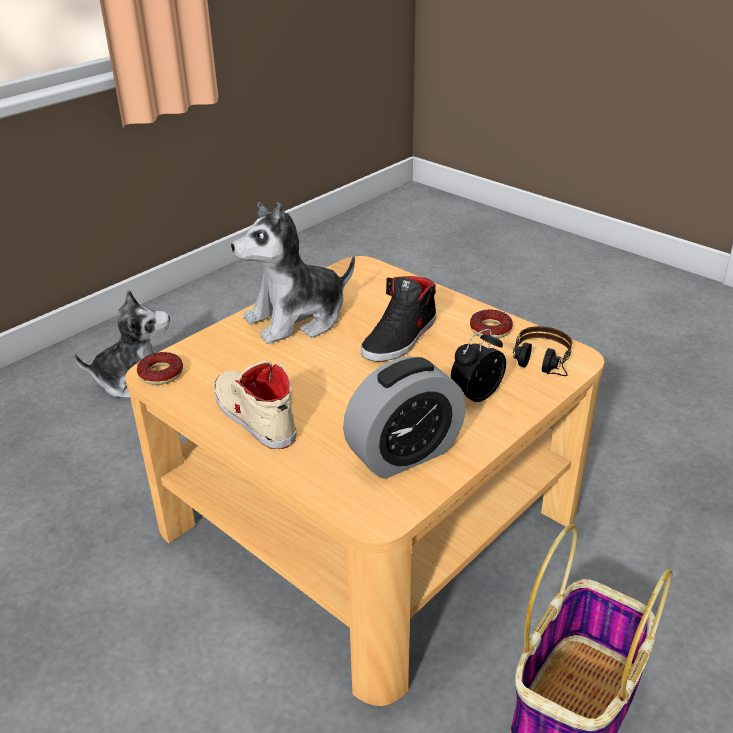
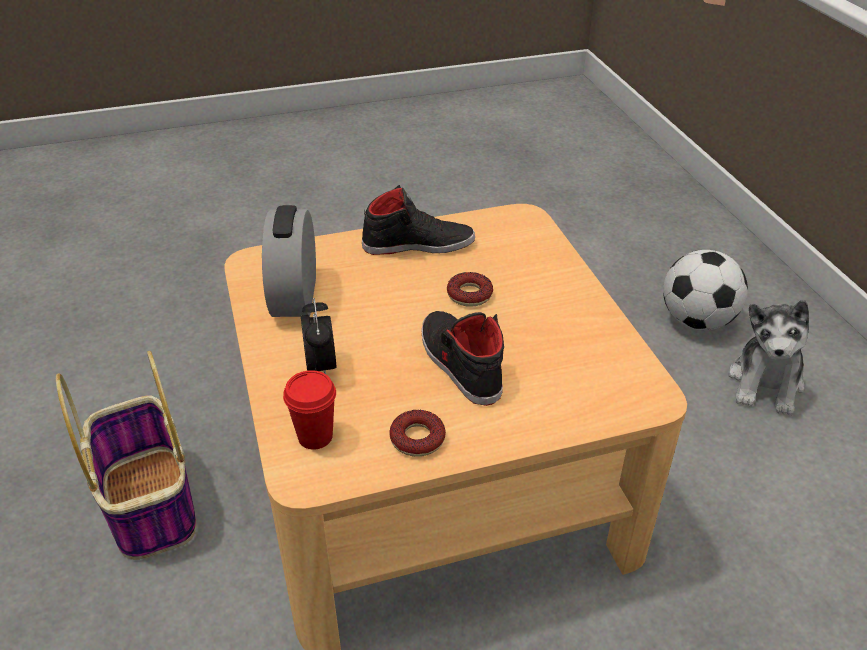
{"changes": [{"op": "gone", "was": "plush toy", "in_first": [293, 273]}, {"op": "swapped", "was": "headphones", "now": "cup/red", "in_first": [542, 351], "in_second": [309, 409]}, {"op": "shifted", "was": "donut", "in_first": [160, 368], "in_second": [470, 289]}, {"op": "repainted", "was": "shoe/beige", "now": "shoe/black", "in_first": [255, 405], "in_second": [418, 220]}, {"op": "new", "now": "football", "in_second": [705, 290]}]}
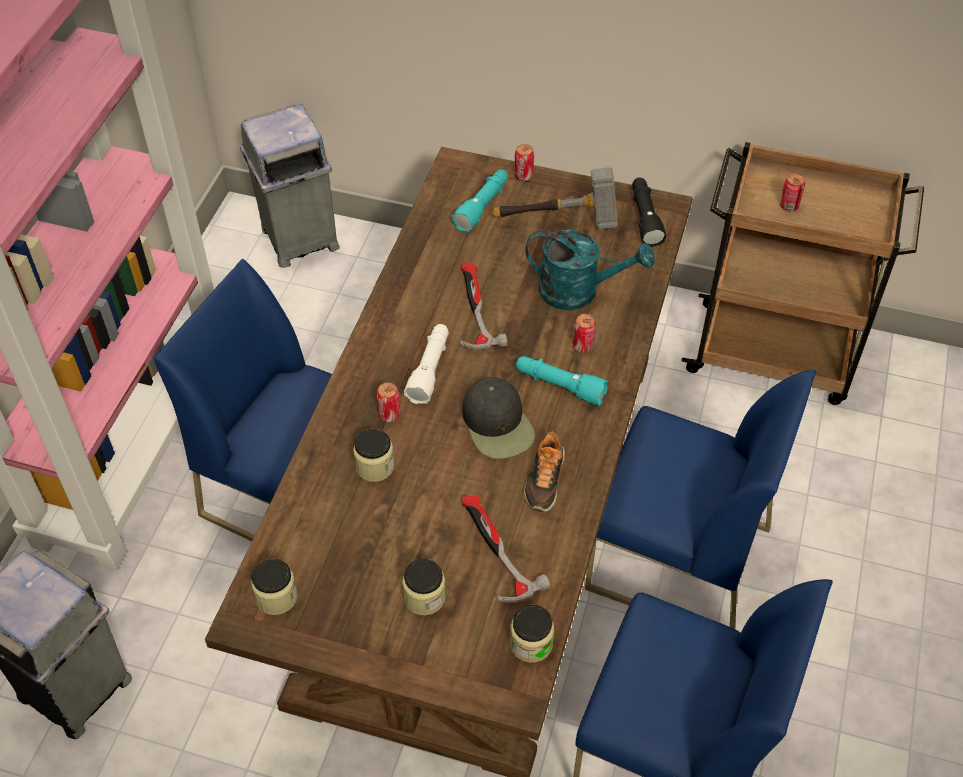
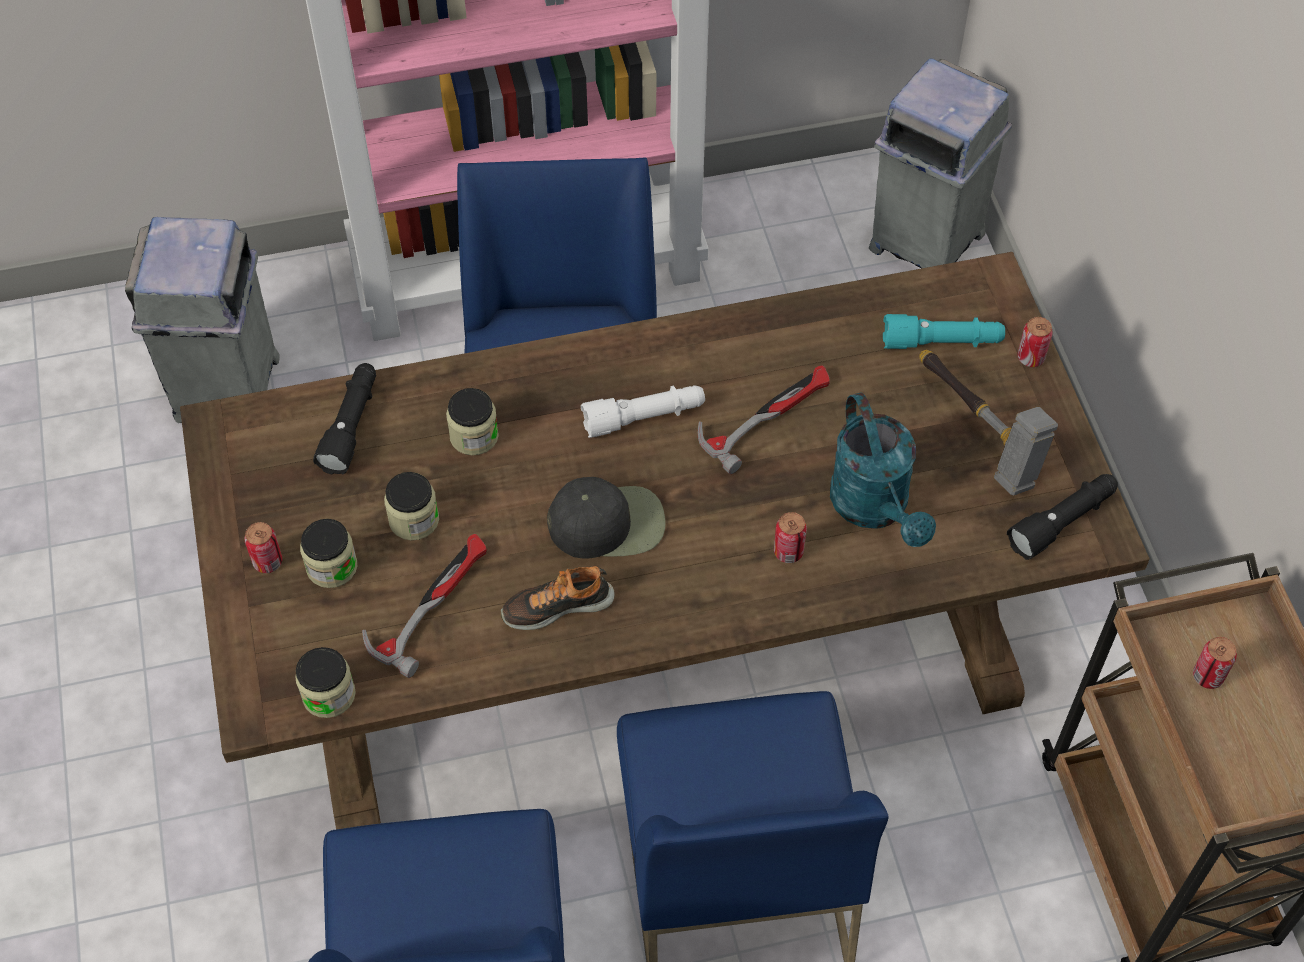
{"changes": [{"op": "gone", "was": "flashlight/turquoise", "in_first": [562, 381]}, {"op": "rotated", "was": "cap/black", "in_first": [498, 418], "in_second": [606, 518], "clockwise": -135}, {"op": "shifted", "was": "can", "in_first": [388, 402], "in_second": [263, 547]}, {"op": "shifted", "was": "jar", "in_first": [274, 587], "in_second": [411, 506]}, {"op": "new", "now": "flashlight/black", "in_second": [344, 419]}]}
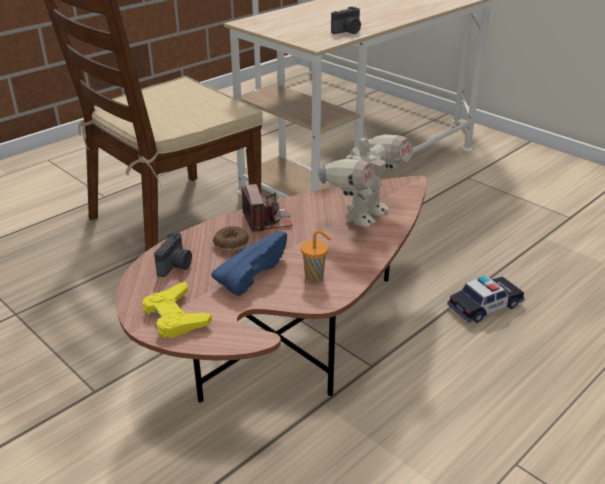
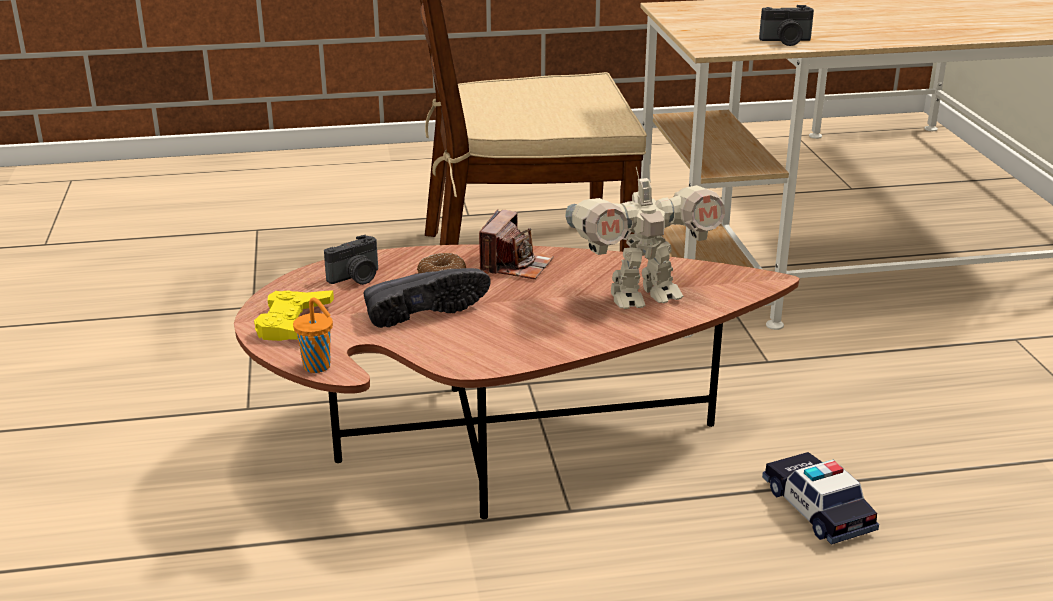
{"changes": [{"op": "shifted", "was": "cup/orange", "in_first": [316, 256], "in_second": [313, 335]}, {"op": "repainted", "was": "shoe/blue", "now": "shoe/black", "in_first": [249, 263], "in_second": [427, 298]}, {"op": "rotated", "was": "toy car", "in_first": [486, 299], "in_second": [820, 498], "clockwise": -120}]}
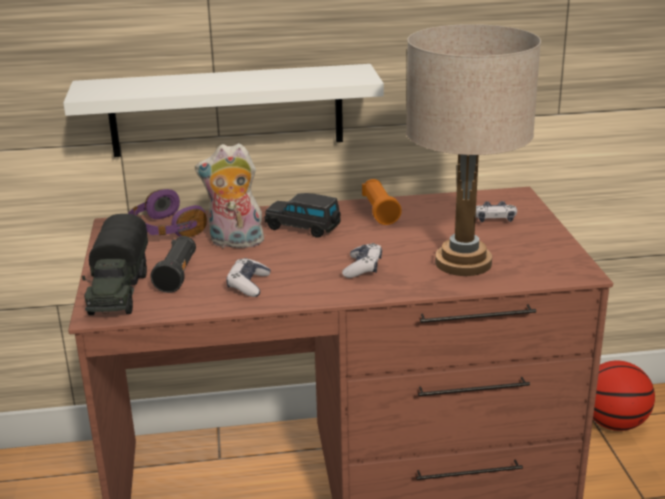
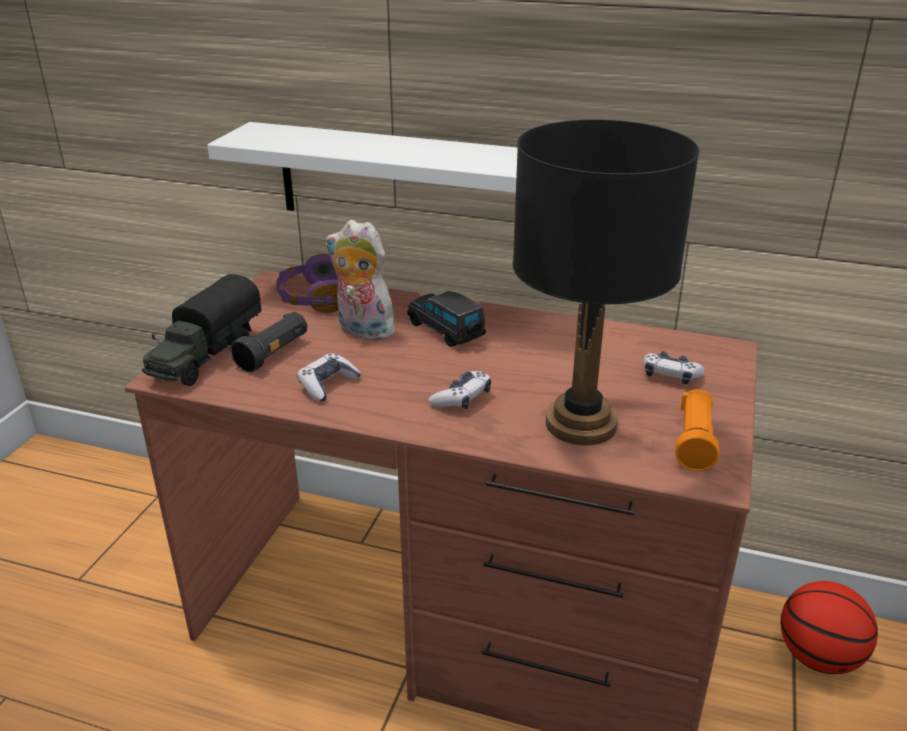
{"changes": [{"op": "repainted", "was": "table lamp/beige", "now": "table lamp/black", "in_first": [473, 150], "in_second": [606, 282]}, {"op": "shifted", "was": "flashlight/orange", "in_first": [382, 202], "in_second": [697, 430]}]}
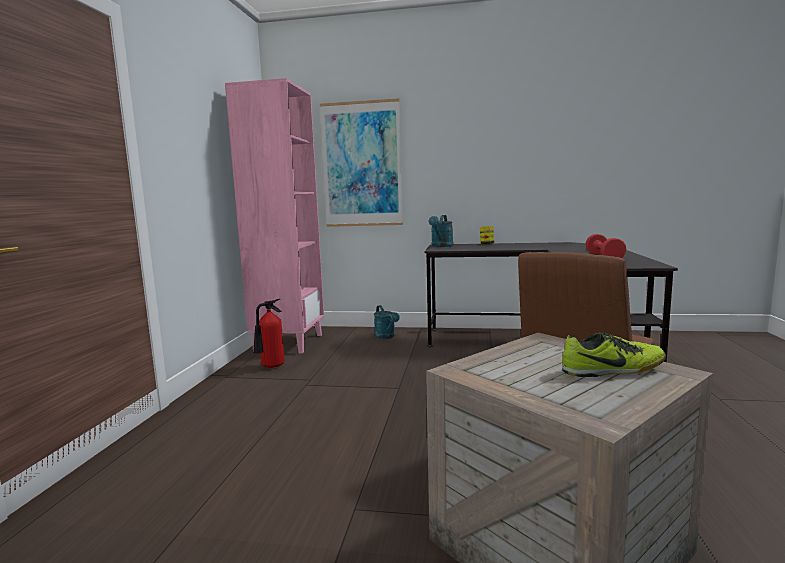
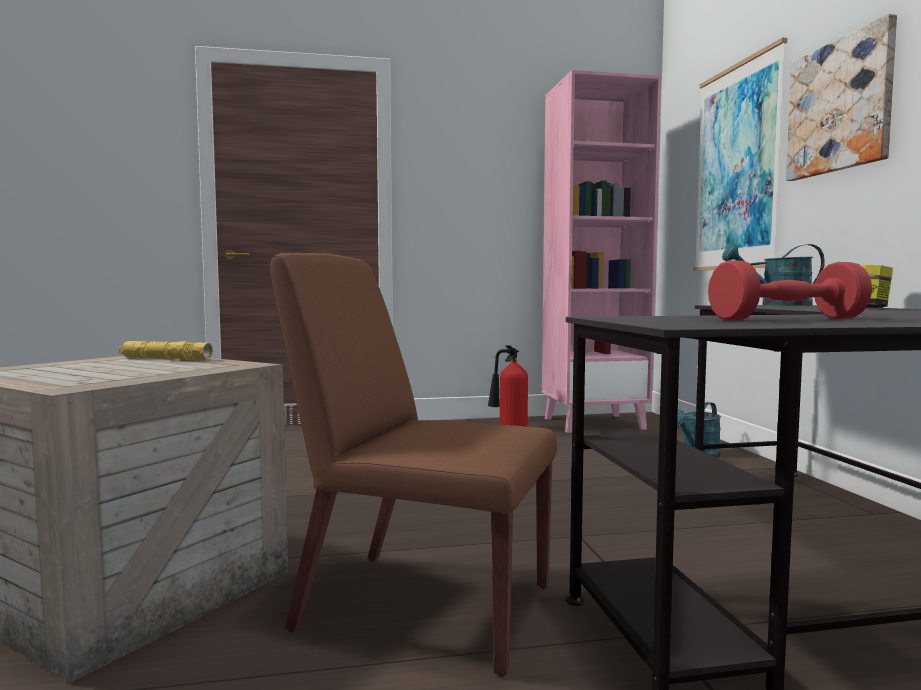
{"changes": [{"op": "gone", "was": "shoe", "in_first": [614, 354]}, {"op": "new", "now": "picture", "in_second": [841, 97]}, {"op": "new", "now": "flashlight/yellow", "in_second": [166, 350]}]}
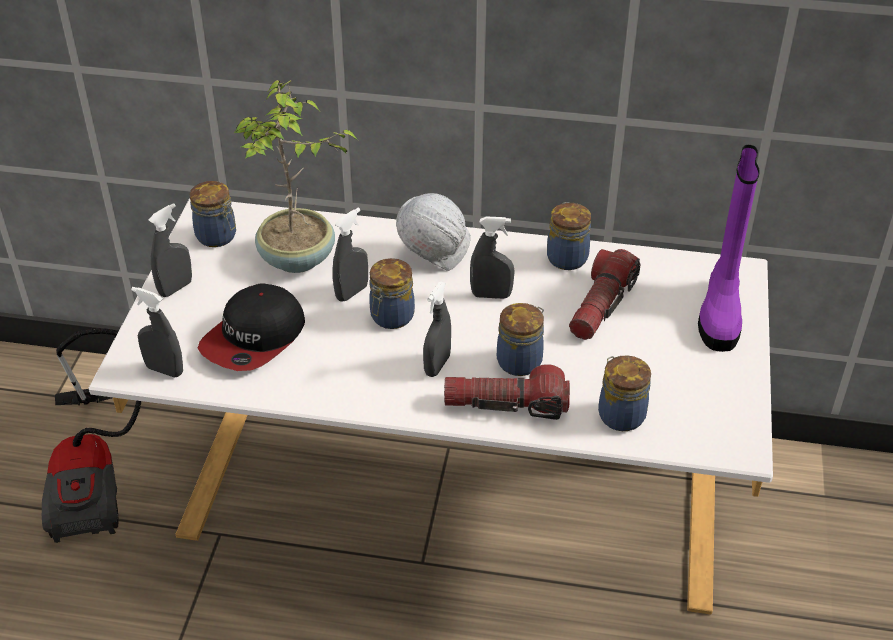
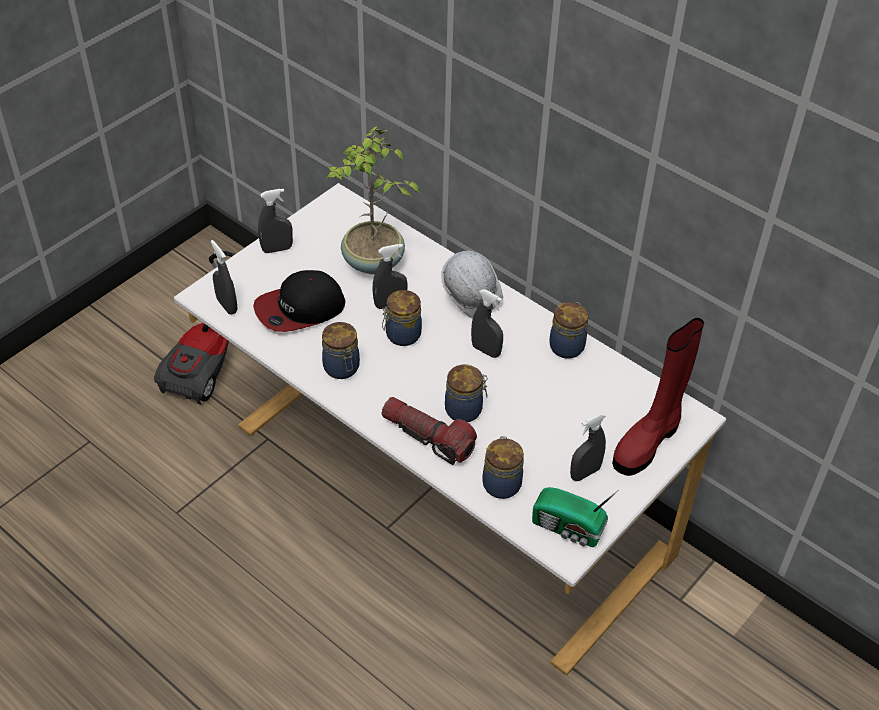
{"changes": [{"op": "repainted", "was": "boot/purple", "now": "boot/red", "in_first": [729, 248], "in_second": [658, 397]}, {"op": "shifted", "was": "jar", "in_first": [213, 214], "in_second": [341, 350]}, {"op": "gone", "was": "flashlight", "in_first": [605, 294]}, {"op": "shifted", "was": "spray bottle/grey", "in_first": [437, 329], "in_second": [588, 447]}, {"op": "new", "now": "radio", "in_second": [575, 517]}]}
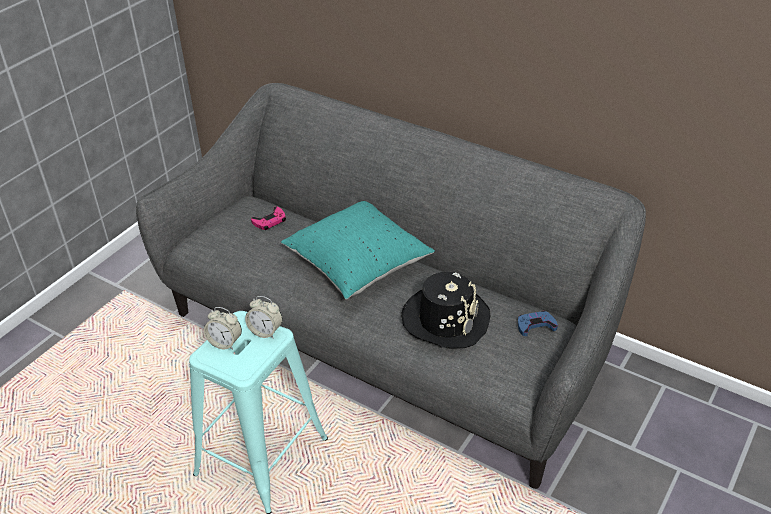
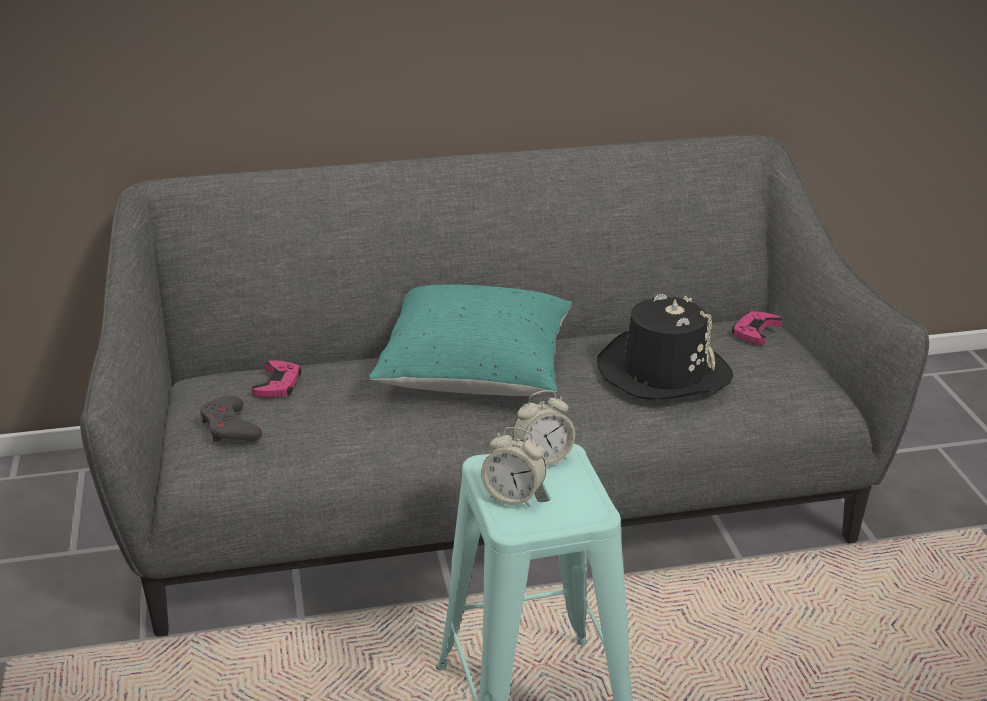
{"changes": [{"op": "rotated", "was": "alarm clock", "in_first": [223, 328], "in_second": [513, 467], "clockwise": 45}, {"op": "repainted", "was": "game controller/blue", "now": "game controller/pink", "in_first": [538, 323], "in_second": [757, 328]}, {"op": "new", "now": "game controller/grey", "in_second": [231, 419]}]}
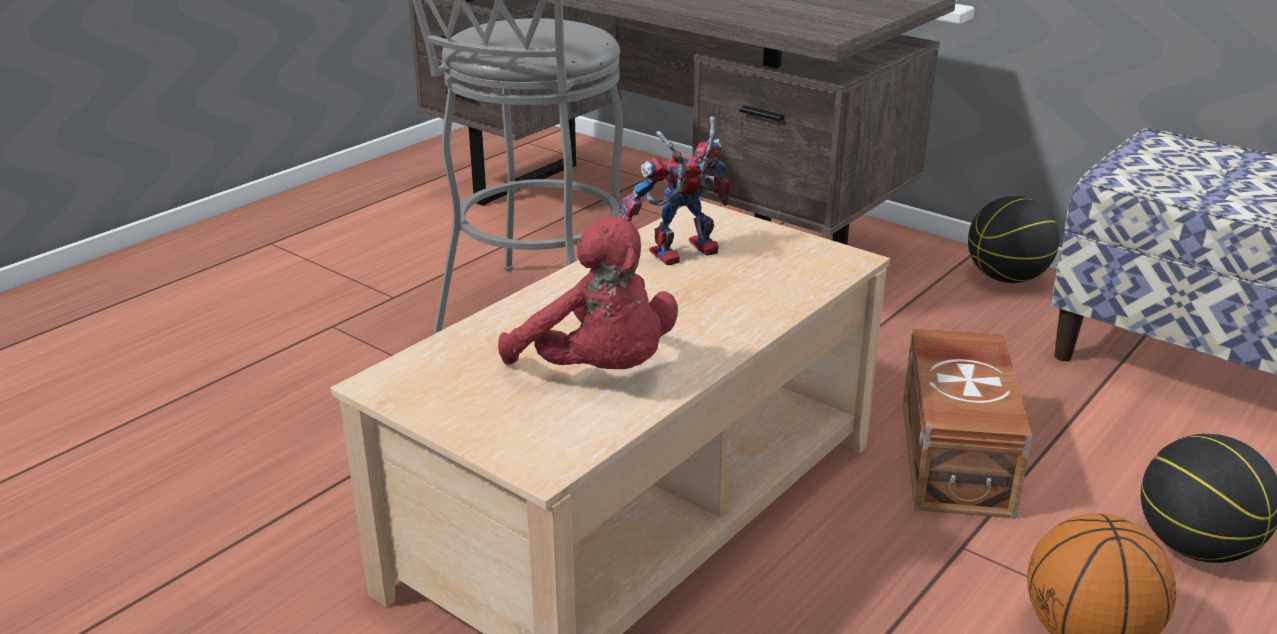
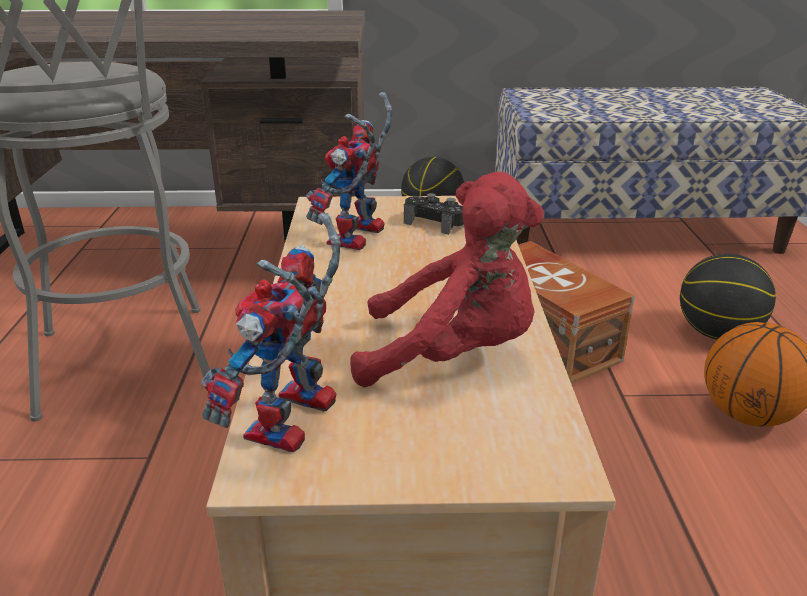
{"changes": [{"op": "new", "now": "game controller/black", "in_second": [434, 214]}, {"op": "new", "now": "toy robot", "in_second": [271, 332]}]}
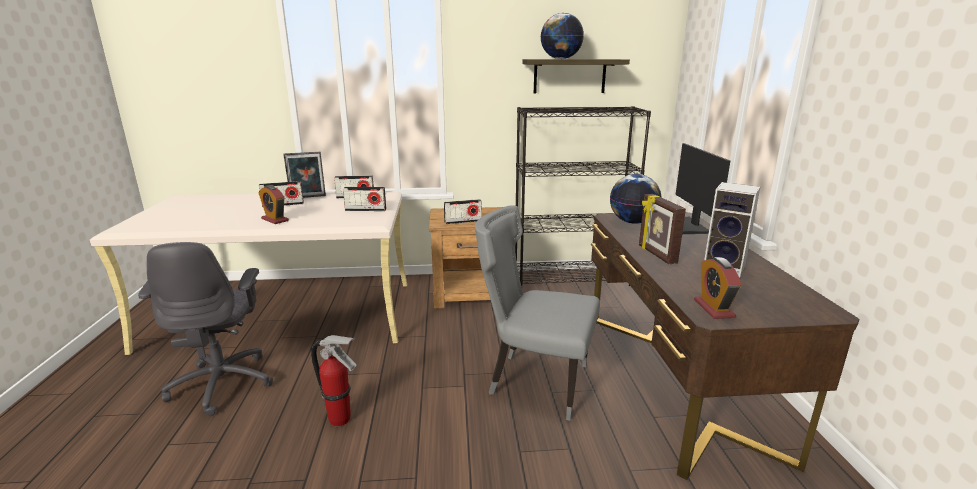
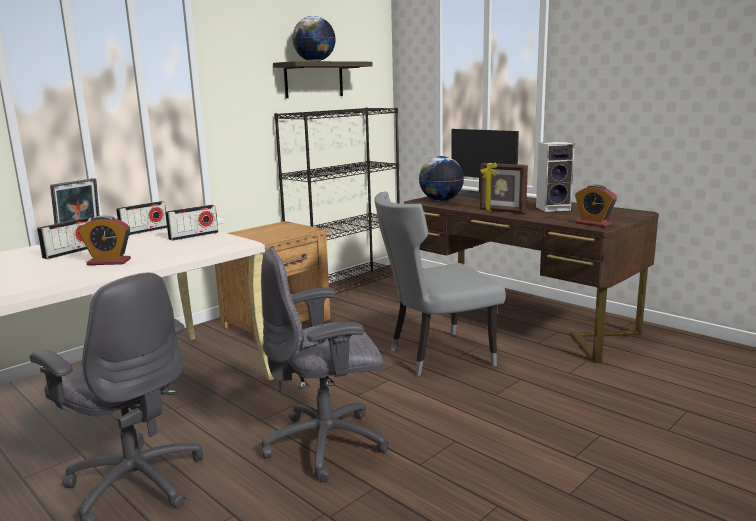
{"changes": [{"op": "gone", "was": "radio", "in_first": [463, 211]}, {"op": "swapped", "was": "fire extinguisher", "now": "office chair/grey", "in_first": [334, 380], "in_second": [324, 364]}]}
